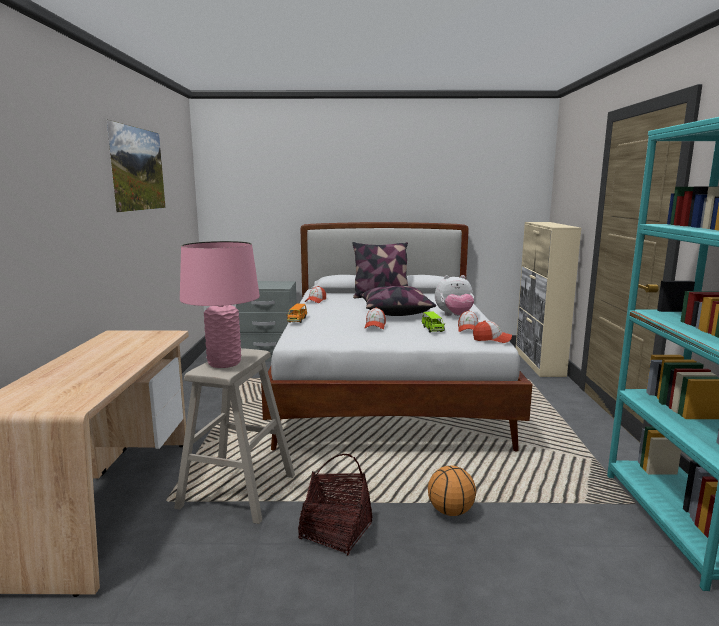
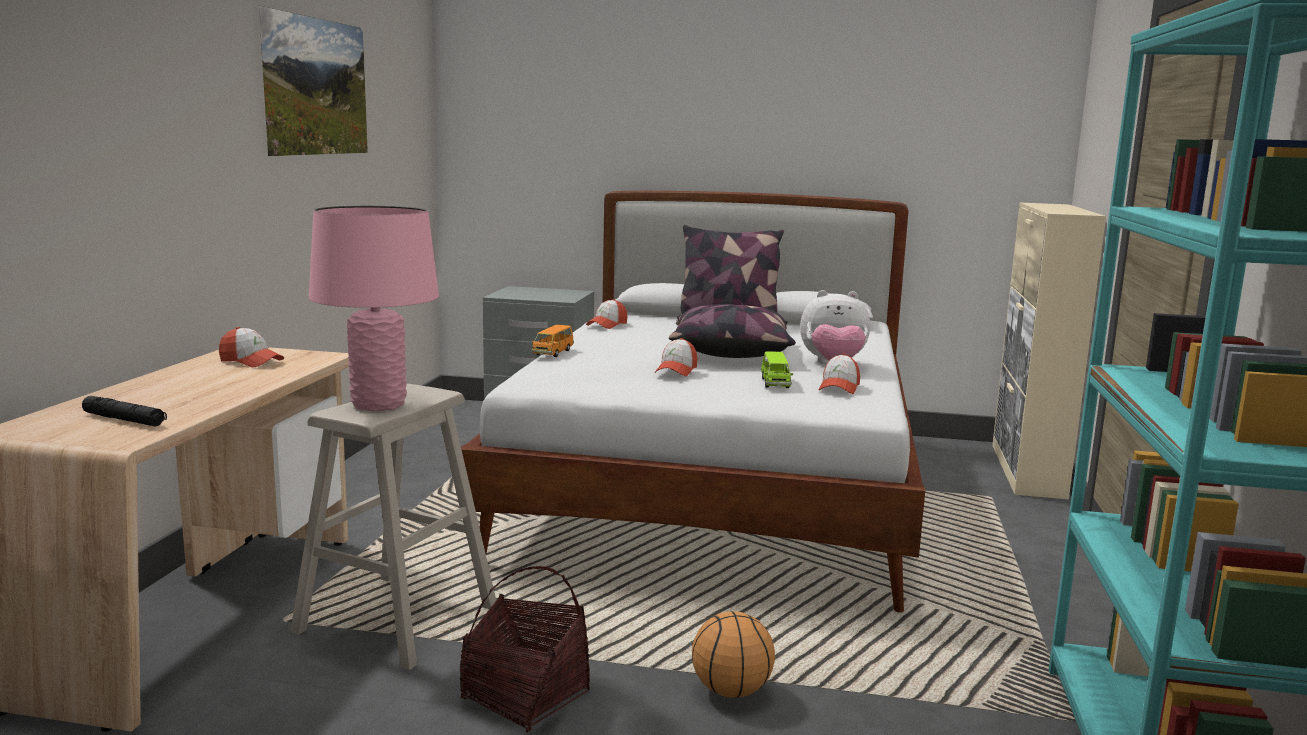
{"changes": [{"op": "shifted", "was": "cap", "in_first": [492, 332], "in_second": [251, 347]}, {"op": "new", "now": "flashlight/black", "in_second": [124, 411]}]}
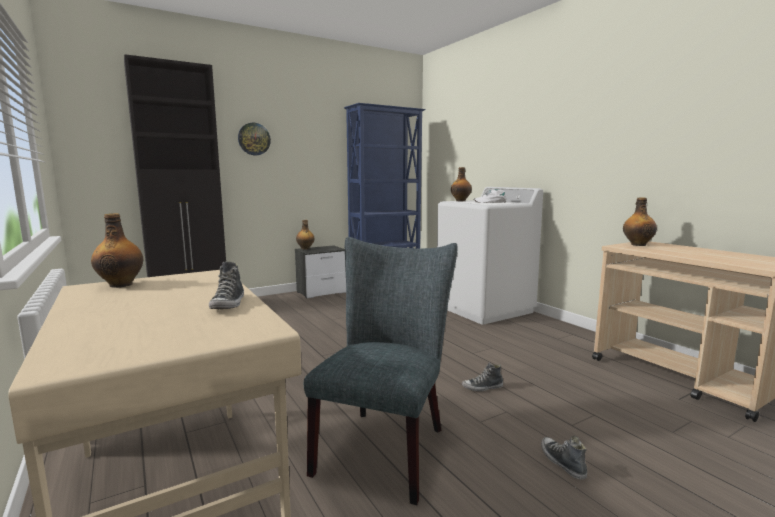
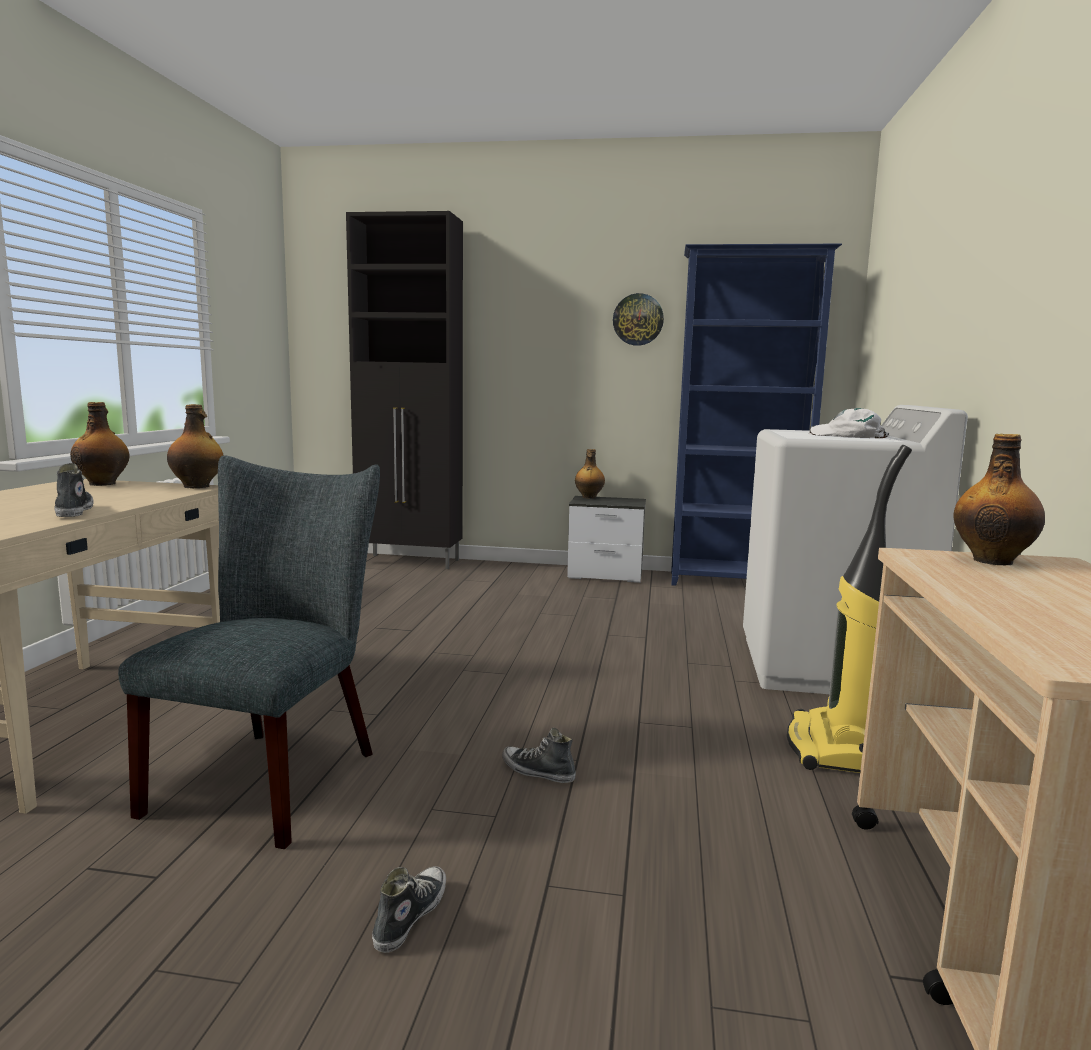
{"changes": [{"op": "shifted", "was": "wall clock", "in_first": [254, 139], "in_second": [638, 319]}, {"op": "shifted", "was": "bottle", "in_first": [461, 184], "in_second": [195, 446]}, {"op": "rotated", "was": "chair/grey", "in_first": [380, 371], "in_second": [249, 652], "clockwise": -45}, {"op": "rotated", "was": "shoe", "in_first": [226, 285], "in_second": [74, 490], "clockwise": 120}, {"op": "new", "now": "vacuum cleaner", "in_second": [849, 609]}]}
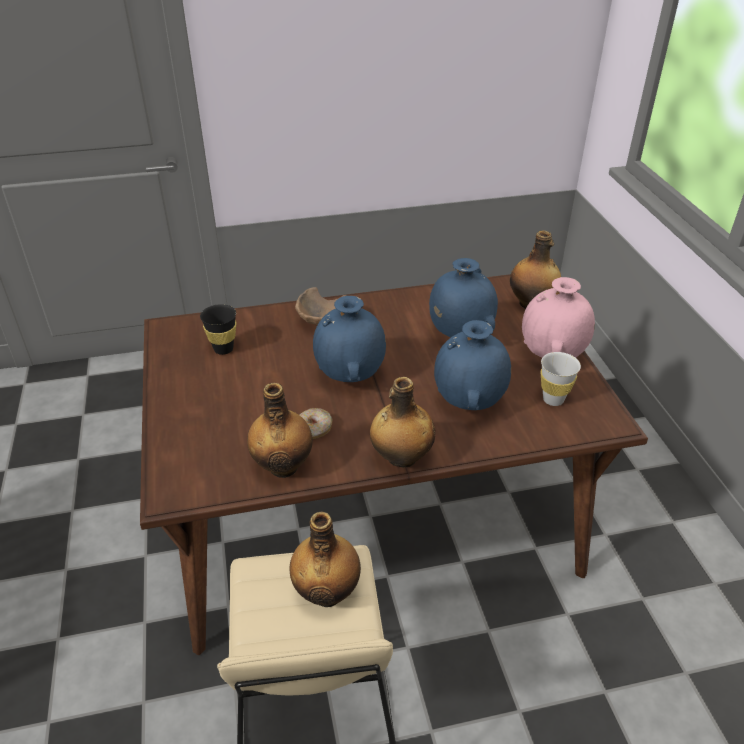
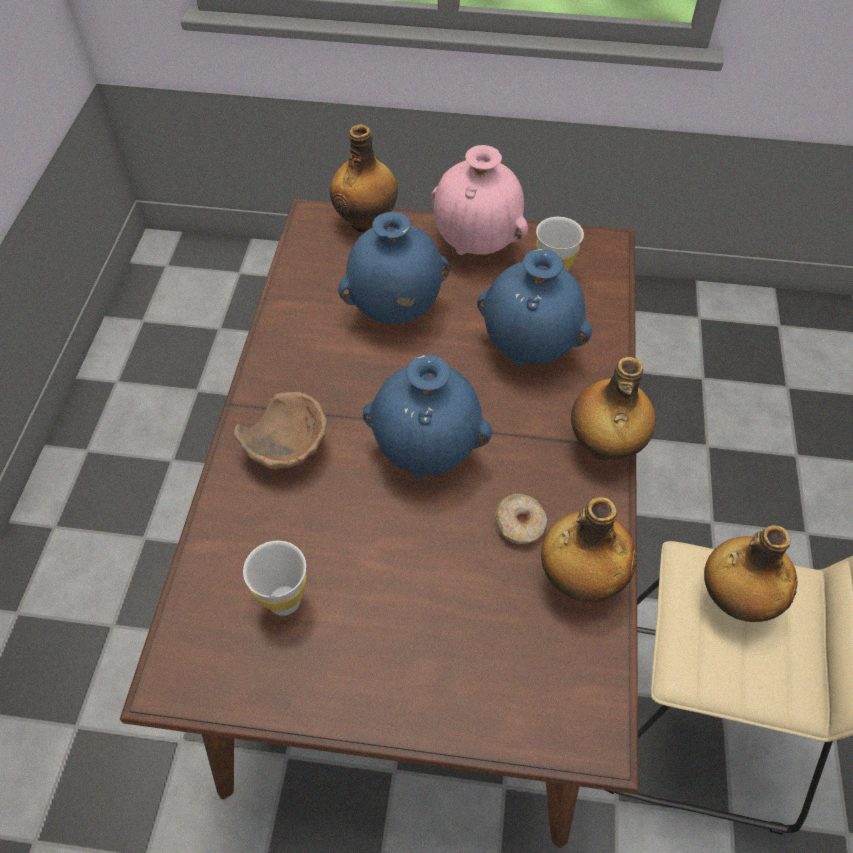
{"changes": [{"op": "repainted", "was": "cup/black", "now": "cup/white", "in_first": [218, 329], "in_second": [274, 578]}]}
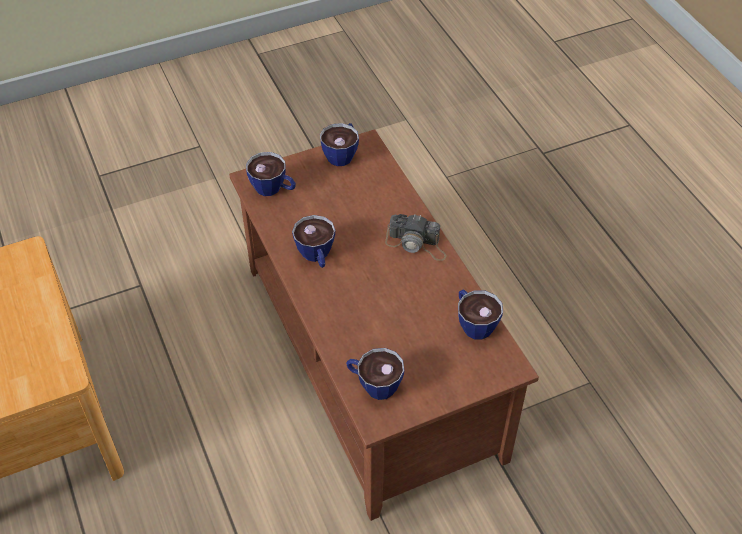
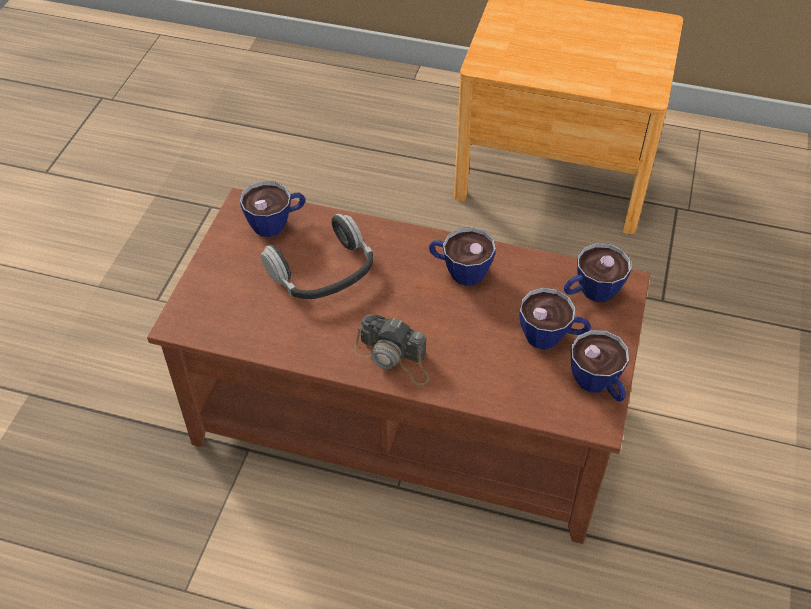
{"changes": [{"op": "rotated", "was": "photo camera", "in_first": [415, 237], "in_second": [391, 349], "clockwise": -120}, {"op": "shifted", "was": "cup", "in_first": [480, 314], "in_second": [555, 319]}, {"op": "new", "now": "headphones", "in_second": [317, 256]}]}
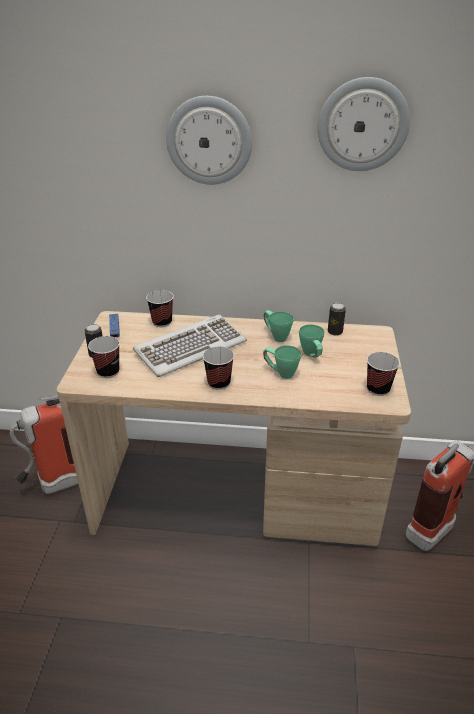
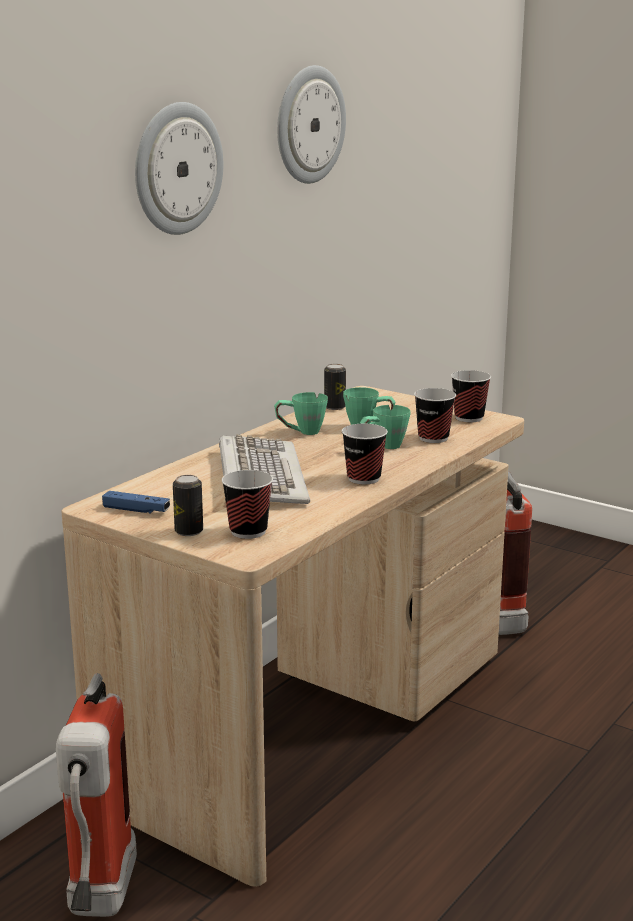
{"changes": [{"op": "shifted", "was": "cup", "in_first": [160, 308], "in_second": [435, 415]}]}
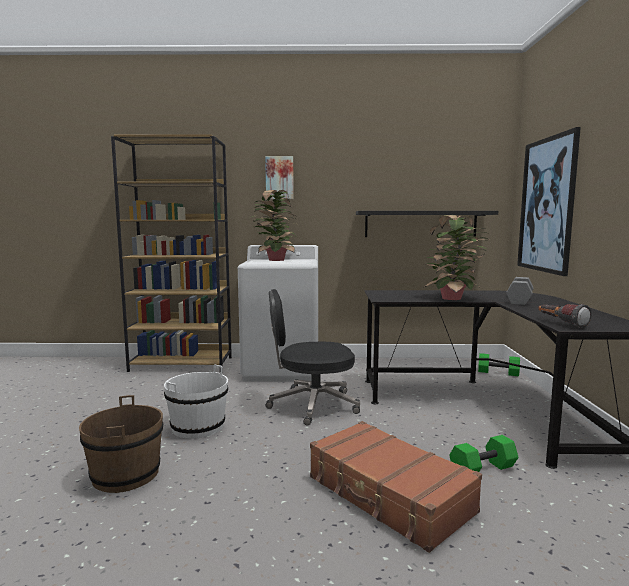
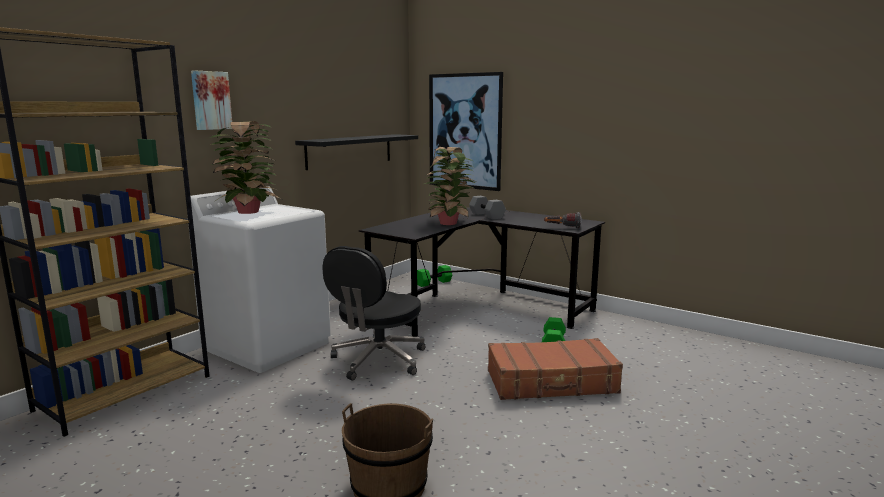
{"changes": [{"op": "gone", "was": "bucket/white", "in_first": [196, 401]}]}
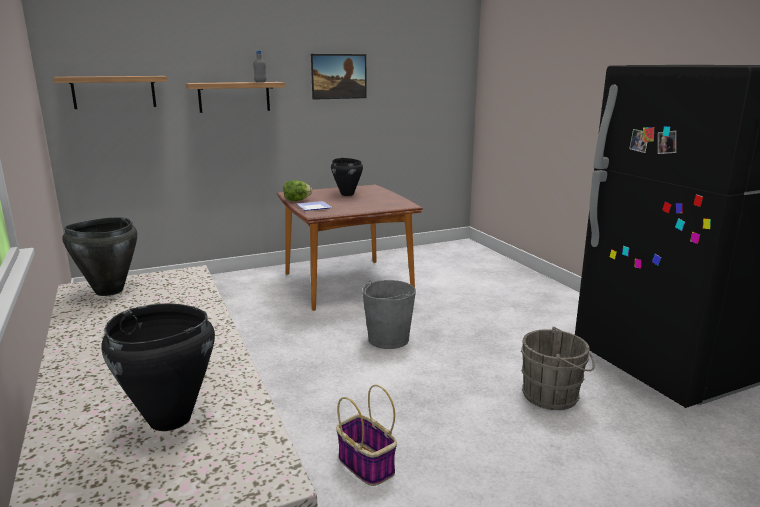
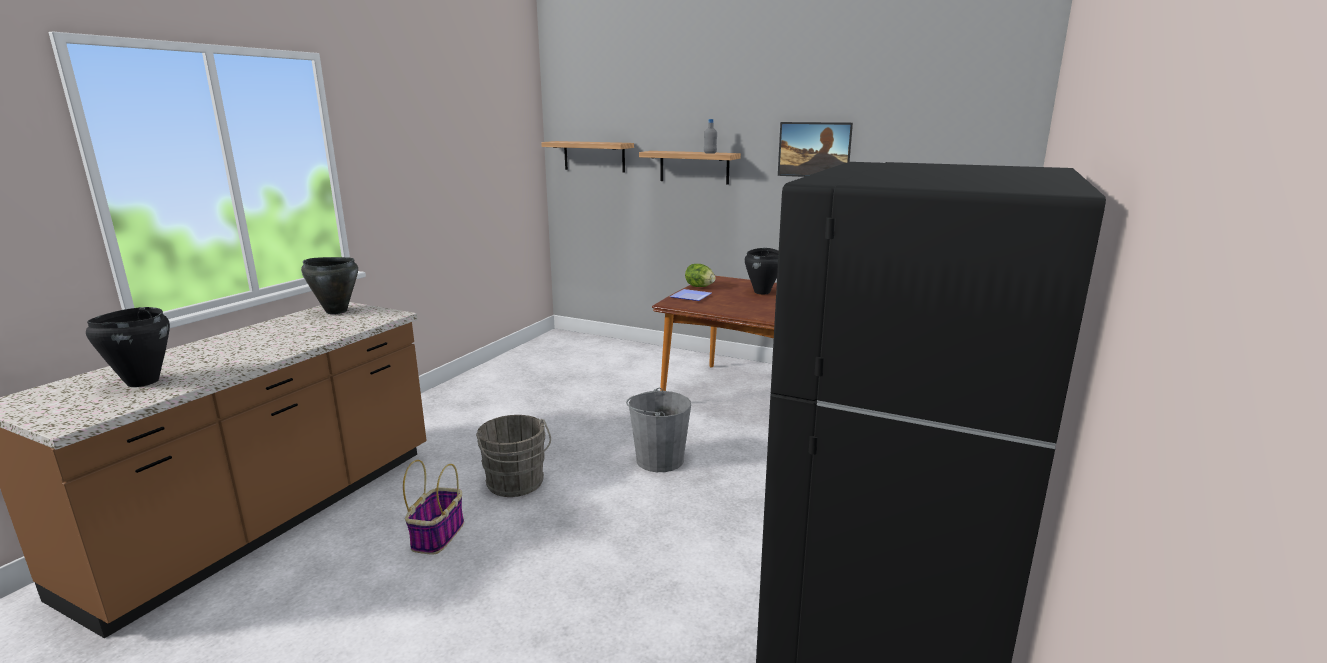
{"changes": [{"op": "shifted", "was": "bucket/grey", "in_first": [558, 368], "in_second": [513, 456]}]}
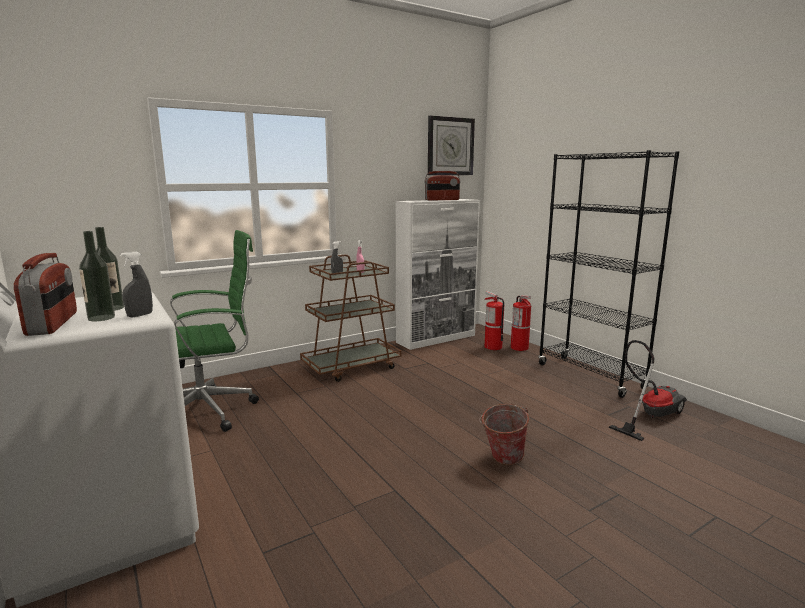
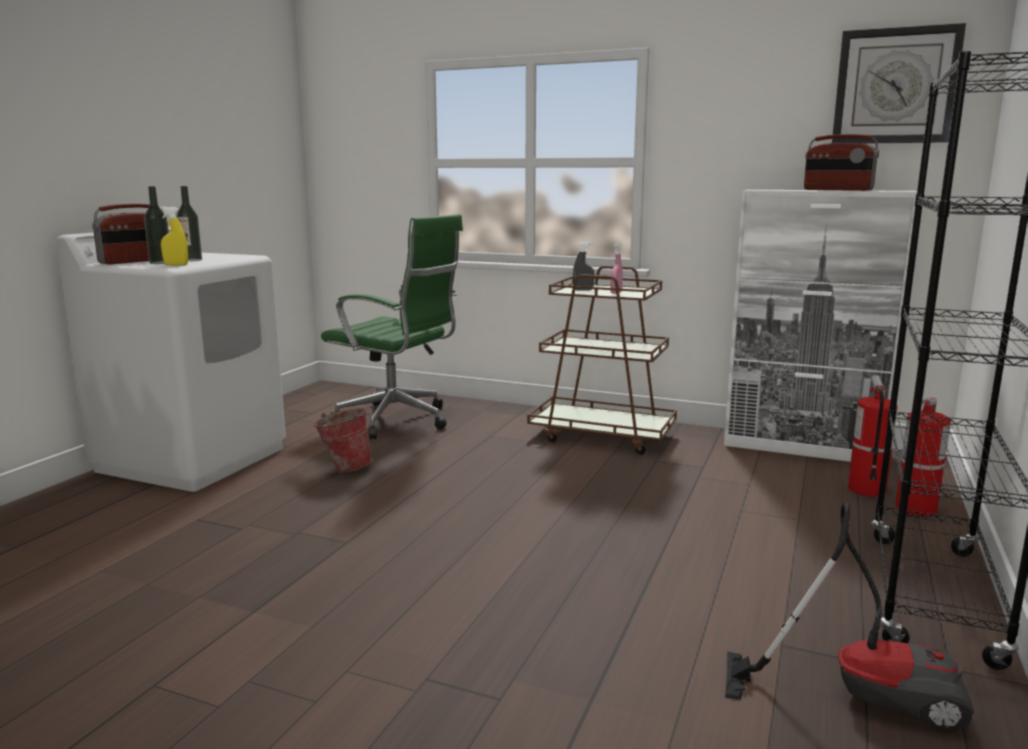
{"changes": [{"op": "repainted", "was": "spray bottle/grey", "now": "spray bottle/yellow", "in_first": [136, 284], "in_second": [174, 235]}, {"op": "shifted", "was": "bucket", "in_first": [504, 434], "in_second": [343, 440]}]}
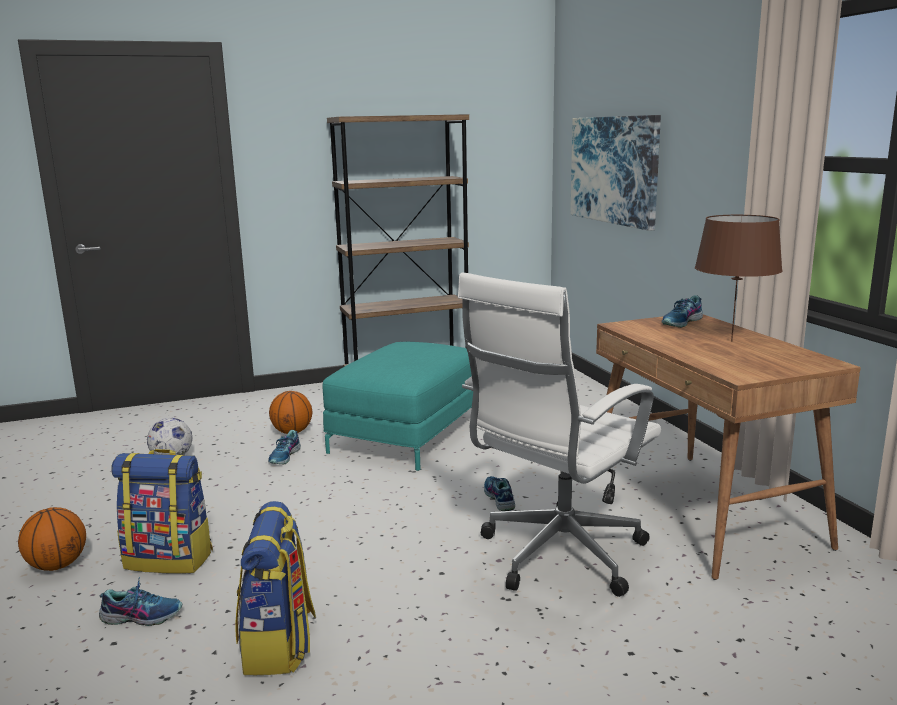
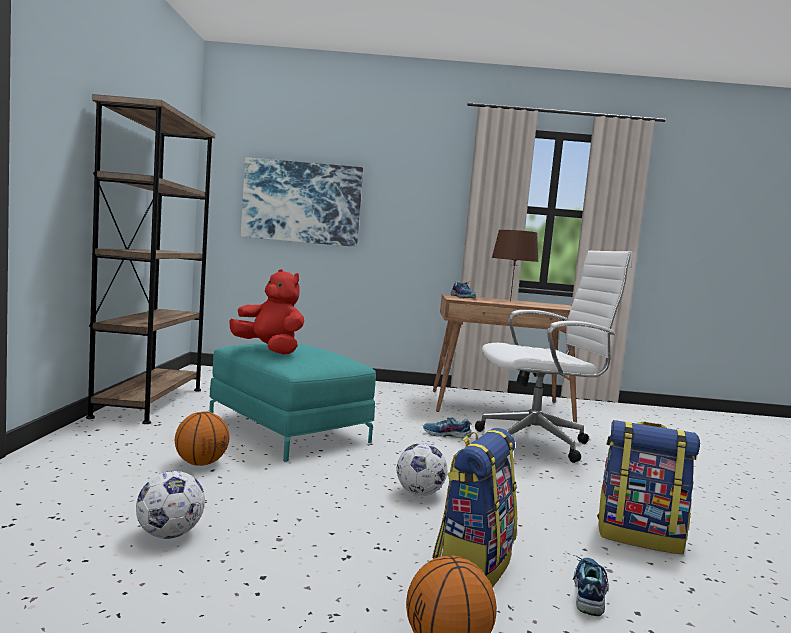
{"changes": [{"op": "rotated", "was": "office chair/white", "in_first": [559, 435], "in_second": [553, 357], "clockwise": -75}, {"op": "gone", "was": "shoe", "in_first": [284, 447]}, {"op": "new", "now": "plush toy/red", "in_second": [267, 312]}, {"op": "new", "now": "football", "in_second": [422, 469]}]}
